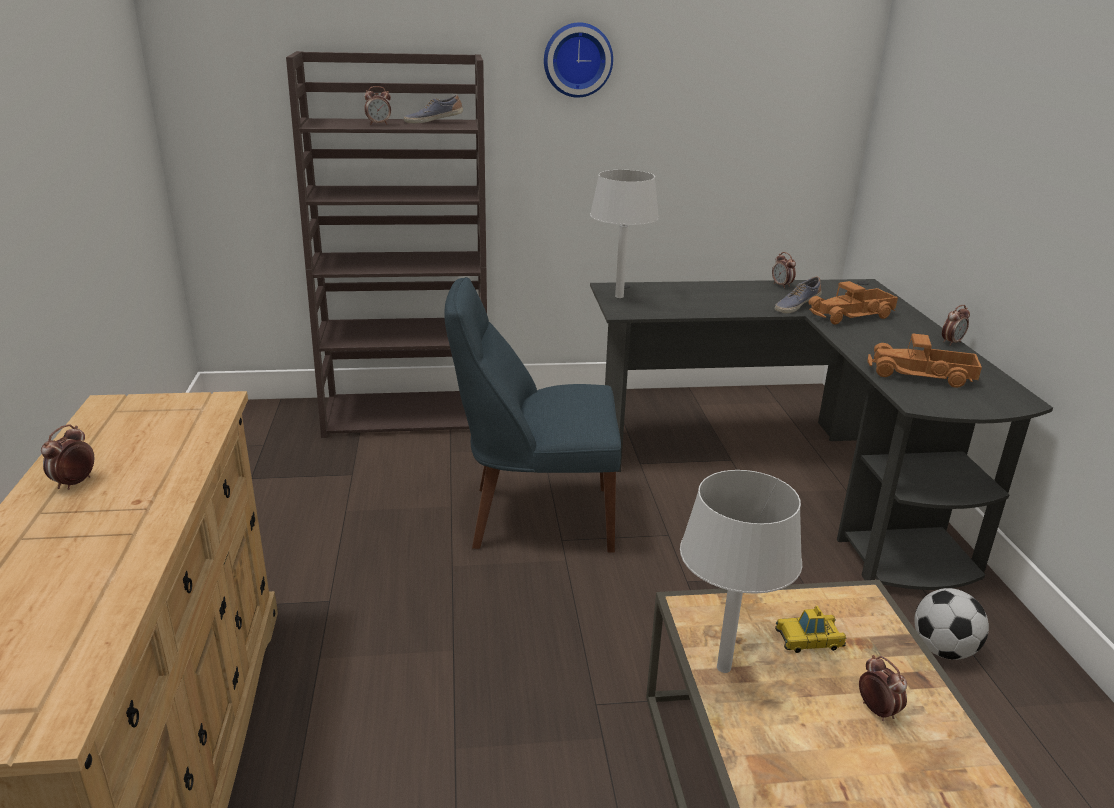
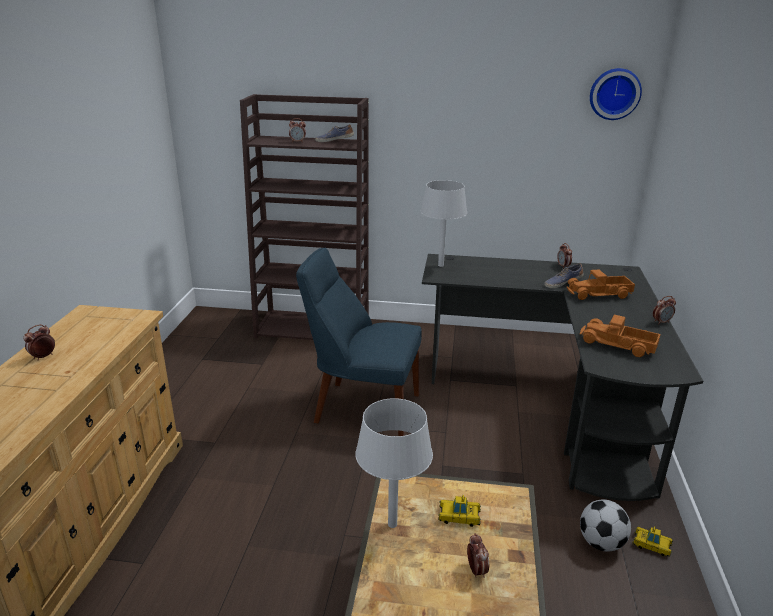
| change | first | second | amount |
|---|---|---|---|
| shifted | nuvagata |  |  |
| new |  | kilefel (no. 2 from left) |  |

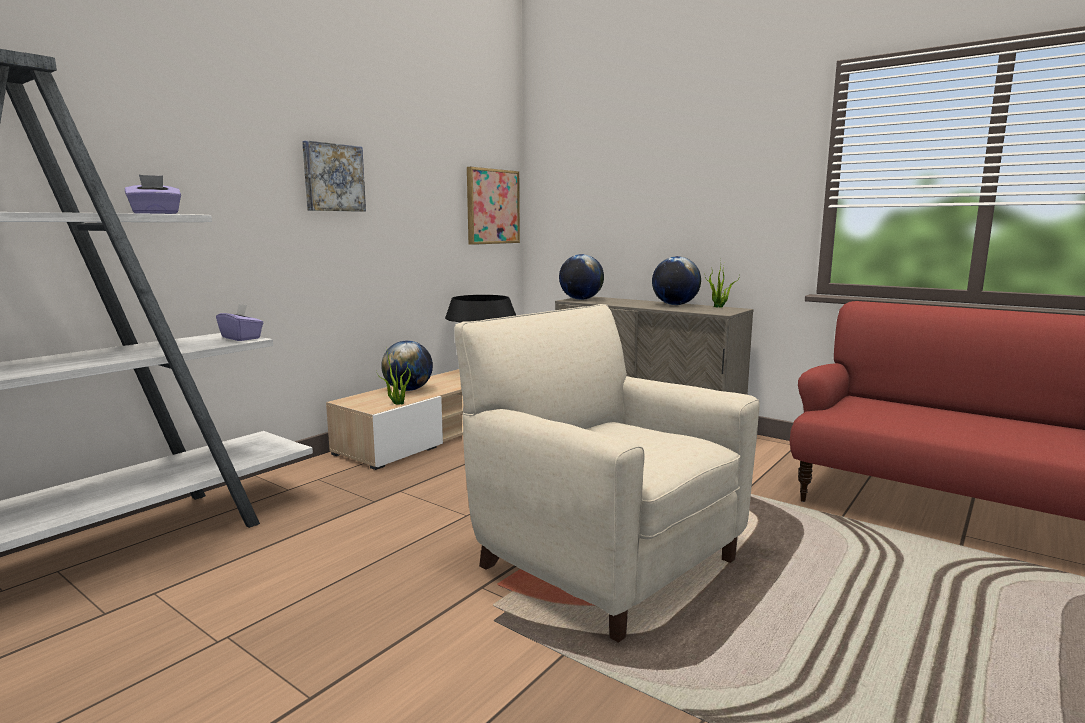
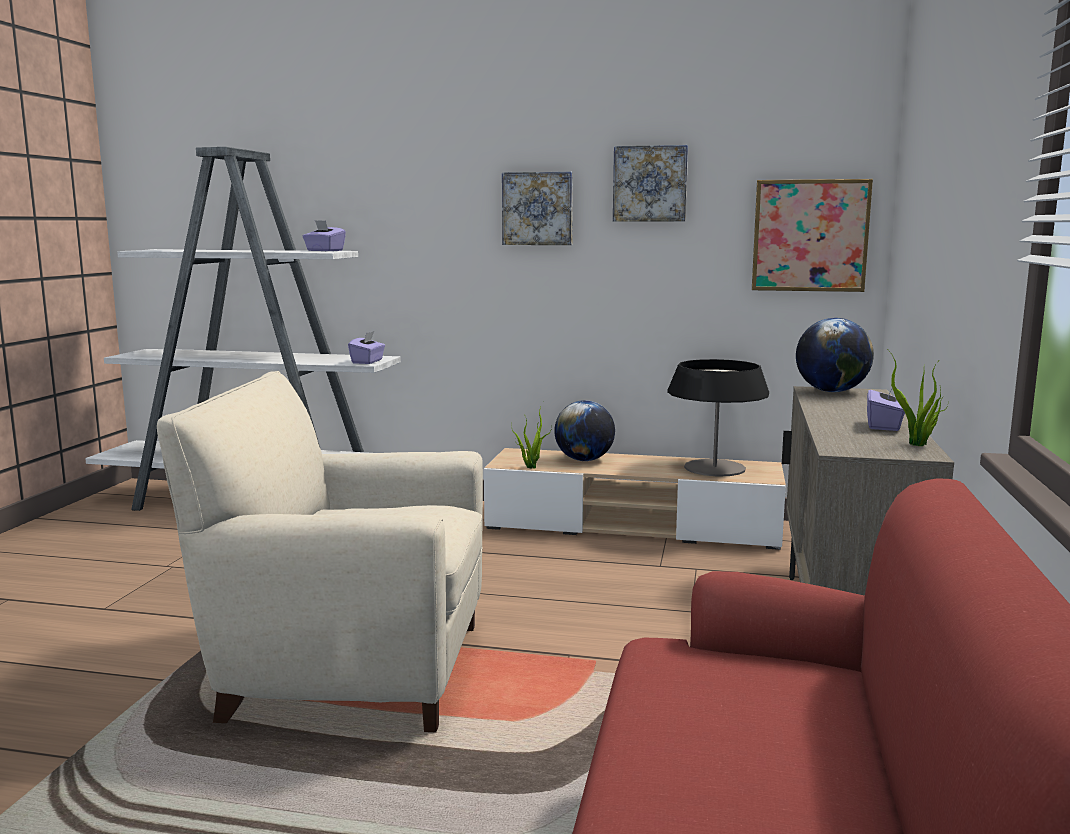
| change | first | second | amount |
|---|---|---|---|
| rotated | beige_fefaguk |  | 105 degrees counterclockwise |
| swapped | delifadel (no. 3 from left) | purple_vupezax (no. 3 from left) |  |
| new |  | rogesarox (no. 2 from left) |  |

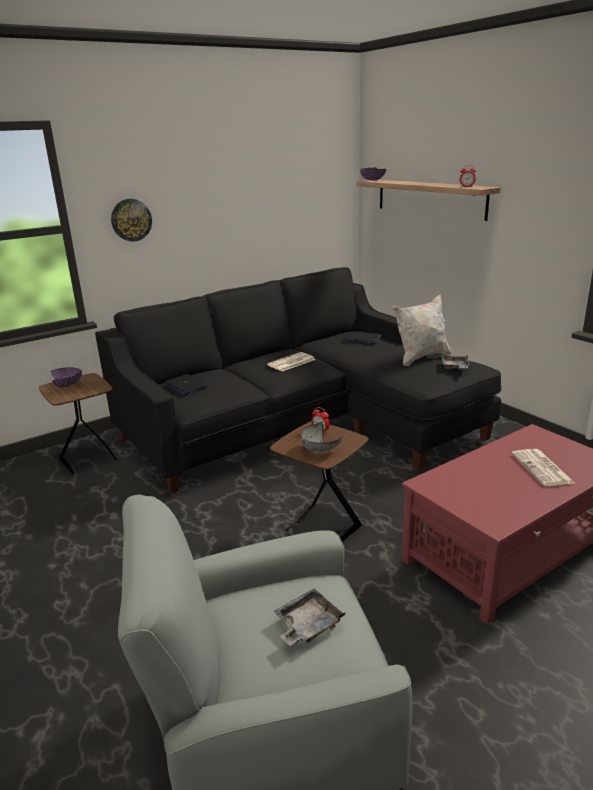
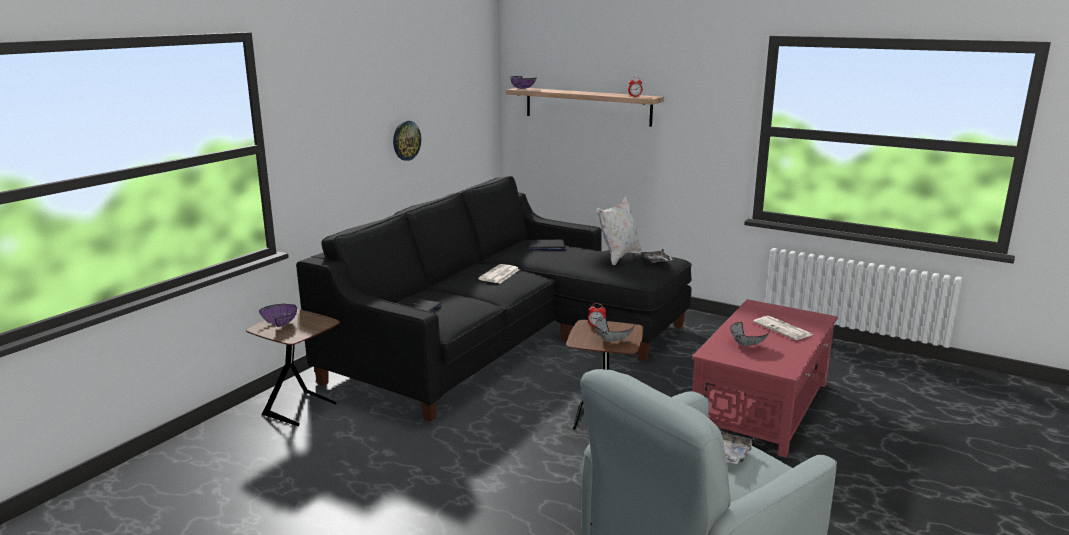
| change | first | second | amount |
|---|---|---|---|
| shifted | nuvagata |  |  |
| new |  | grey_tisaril (no. 2 from left) |  |

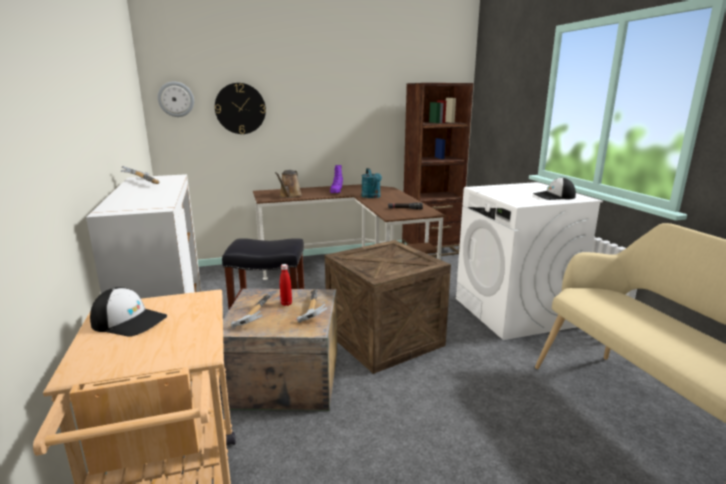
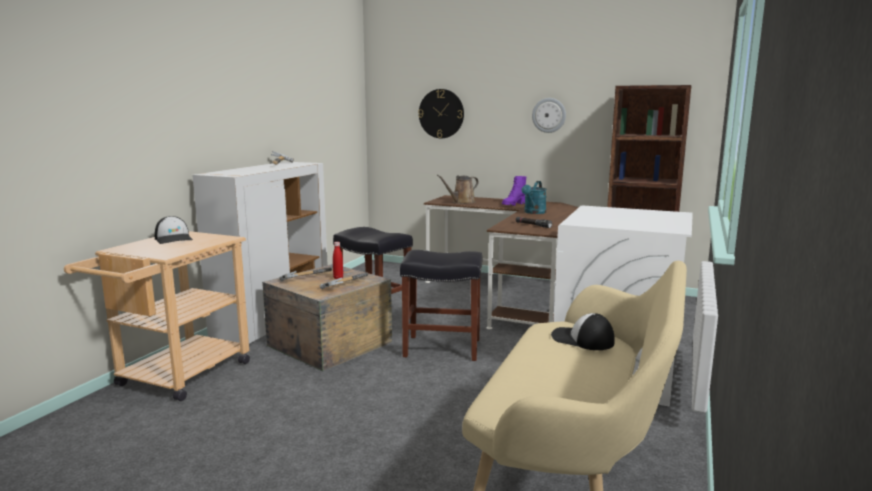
| change | first | second | amount |
|---|---|---|---|
| shifted | nuvagata (no. 1 from left in the first image) | nuvagata (no. 2 from left) |  |
| swapped | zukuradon (no. 2 from left) | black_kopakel (no. 2 from left) |  |
| shifted | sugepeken (no. 2 from left) |  |  |

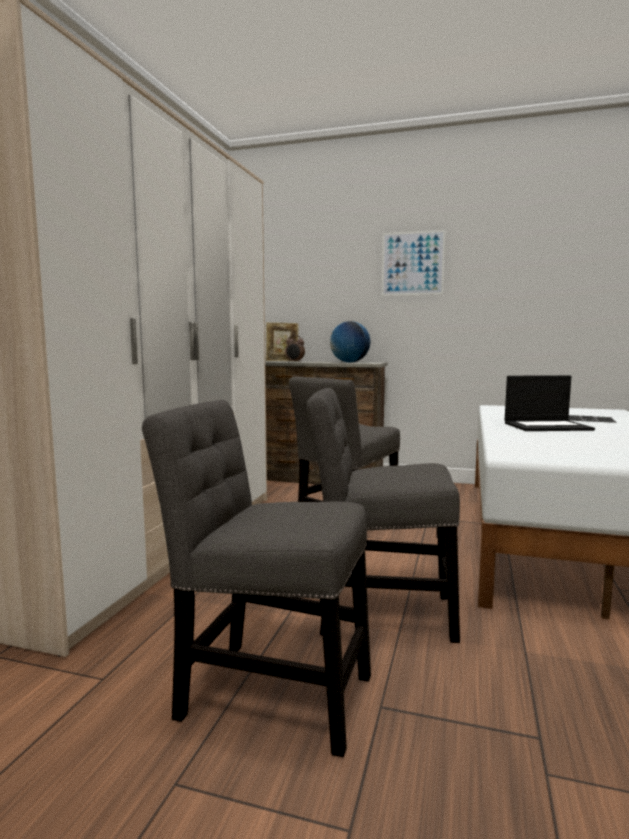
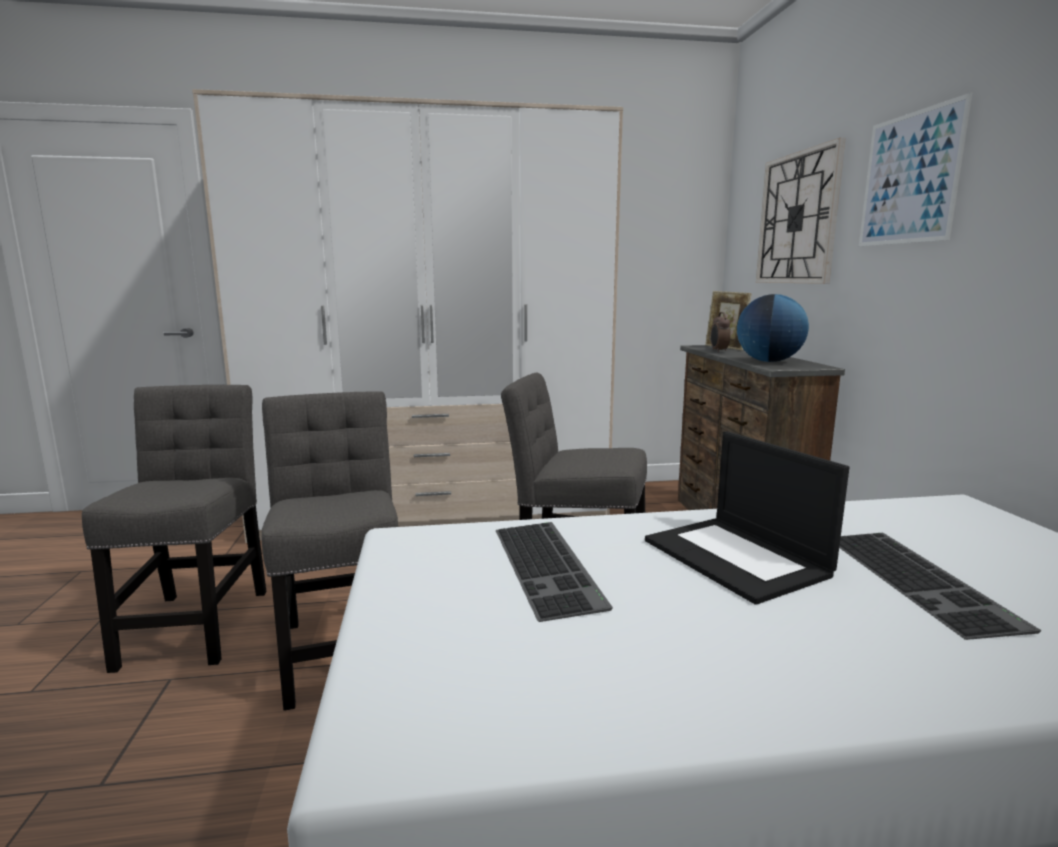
| change | first | second | amount |
|---|---|---|---|
| new |  | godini (no. 1 from left) |  |
| new |  | nuvagata |  |

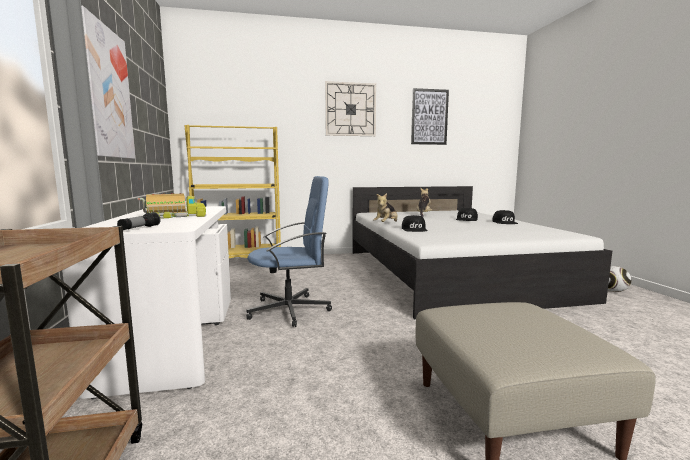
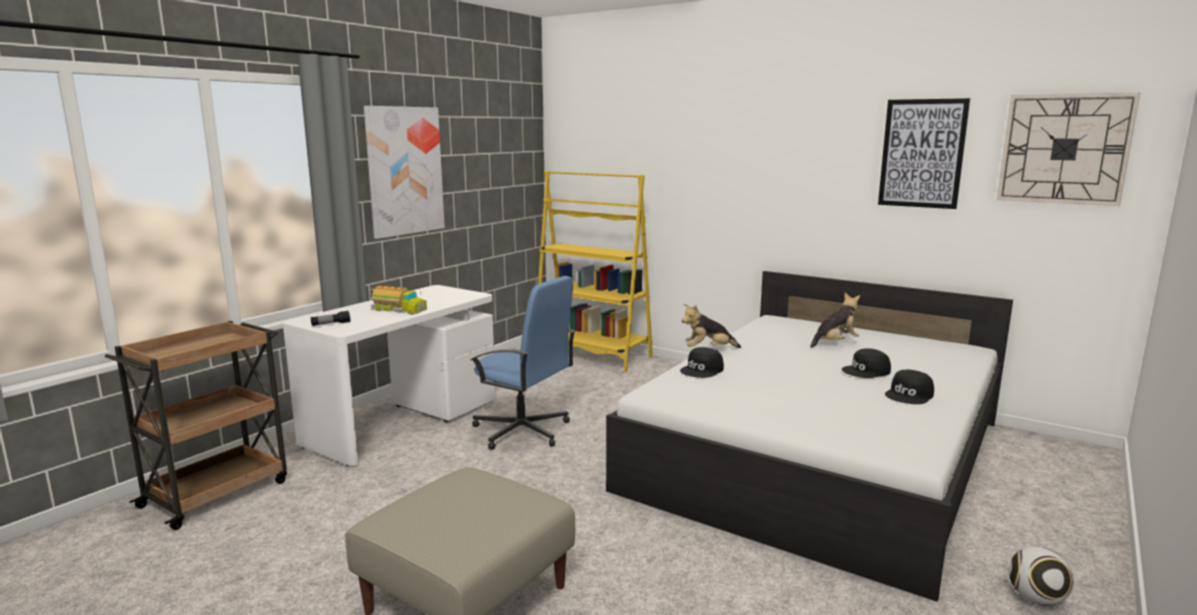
| change | first | second | amount |
|---|---|---|---|
| shifted | nuvagata |  |  |

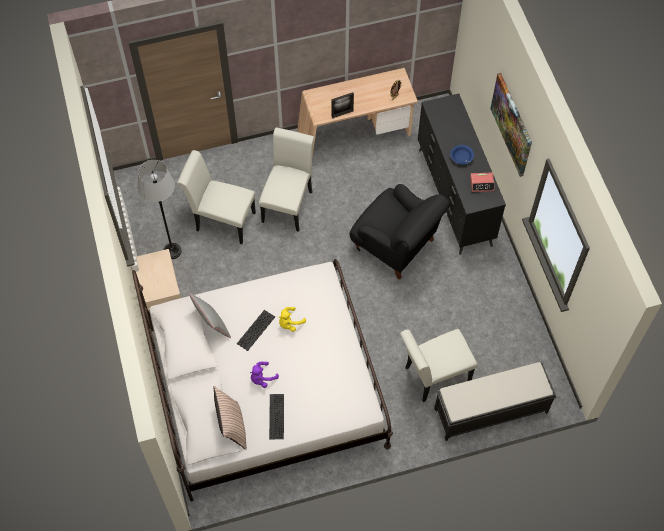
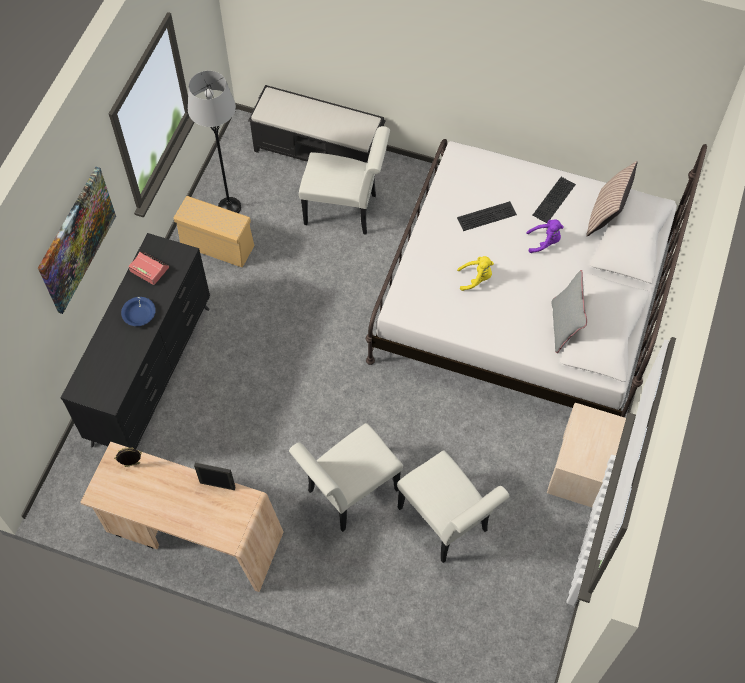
| change | first | second | amount |
|---|---|---|---|
| shifted | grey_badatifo |  |  |
| shifted | godini (no. 1 from left) |  |  |
| gone | black_fefaguk |  |  |
| new |  | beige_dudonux |  |

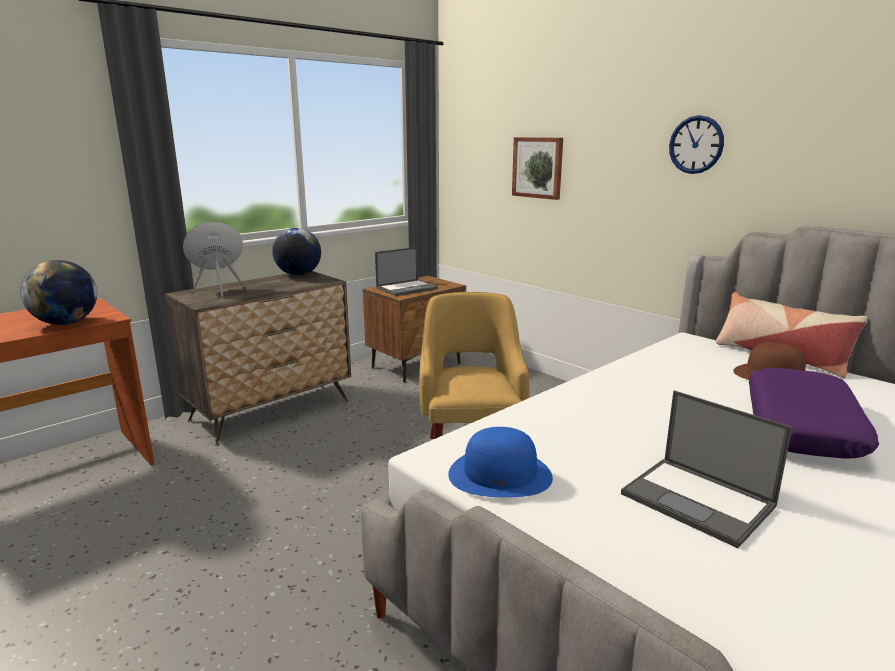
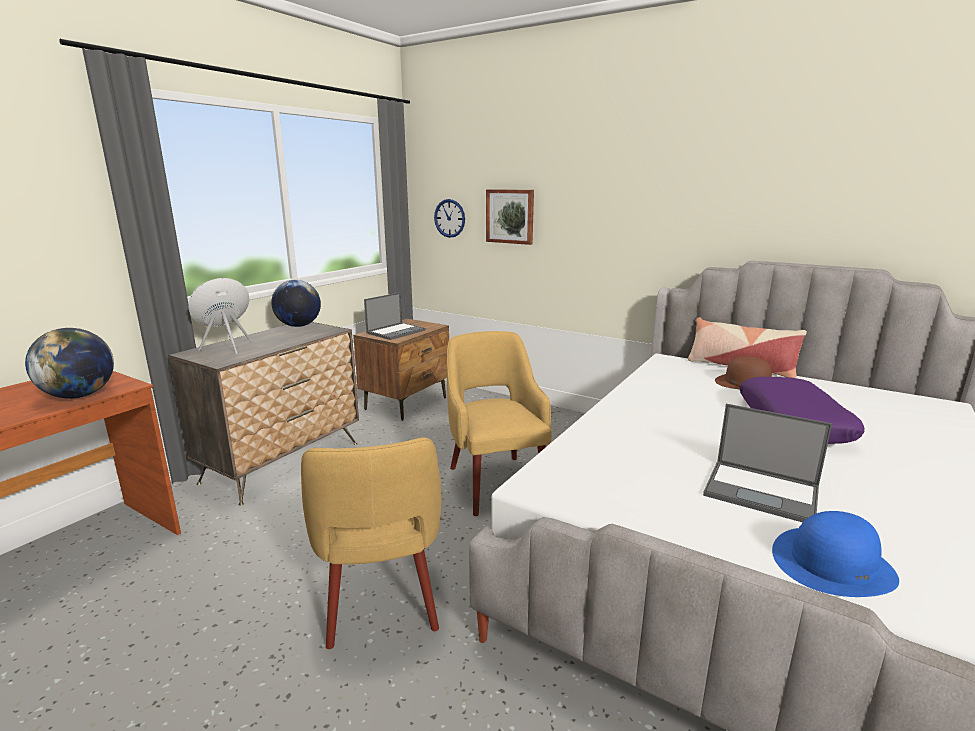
| change | first | second | amount |
|---|---|---|---|
| shifted | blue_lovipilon |  |  |
| shifted | nuvagata |  |  |
| new |  | yellow_fefaguk (no. 1 from left) |  |

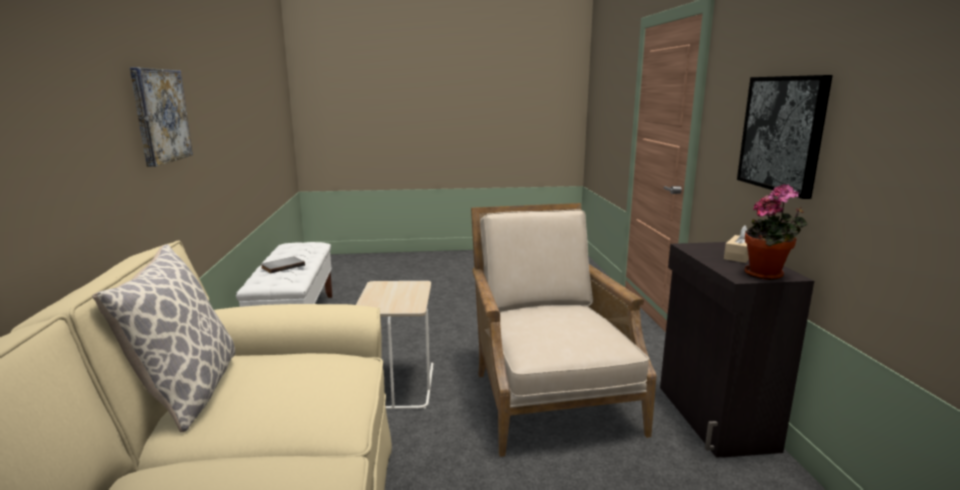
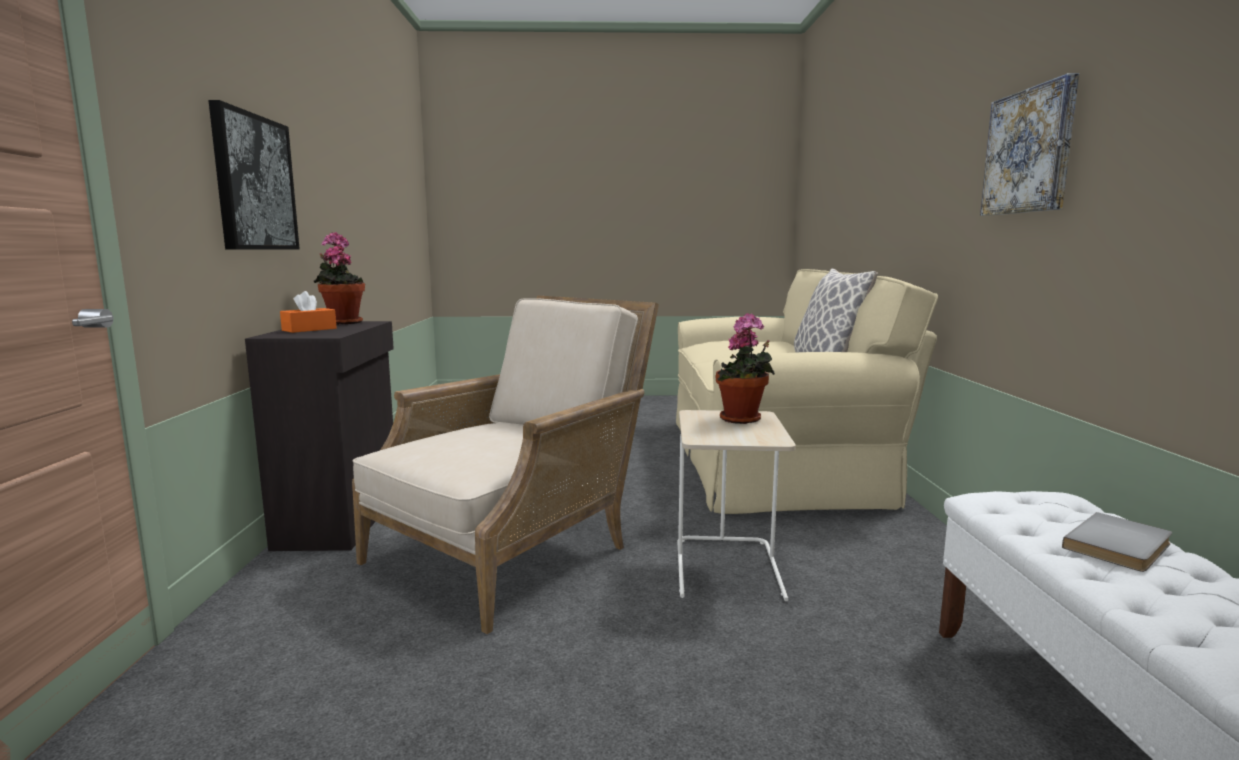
| change | first | second | amount |
|---|---|---|---|
| rotated | beige_fefaguk |  | 135 degrees counterclockwise |
| repainted | beige_vupezax | orange_vupezax |  |
| new |  | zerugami (no. 2 from left) |  |

